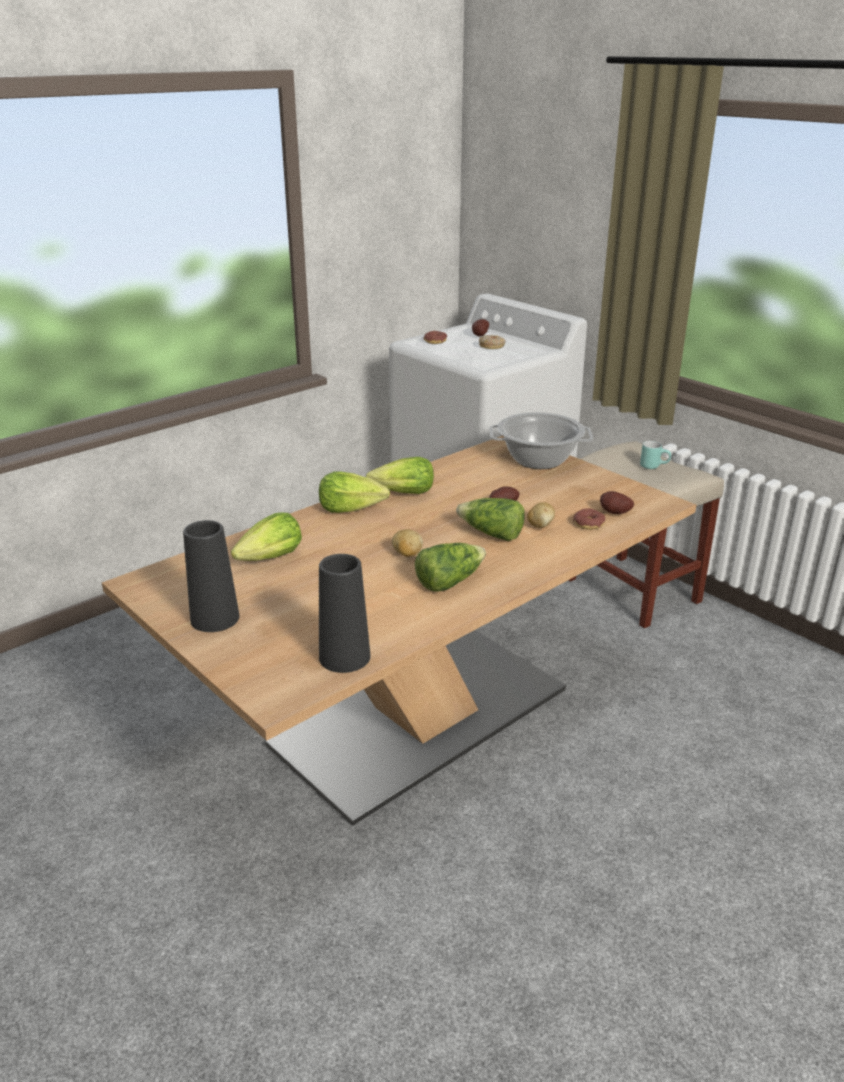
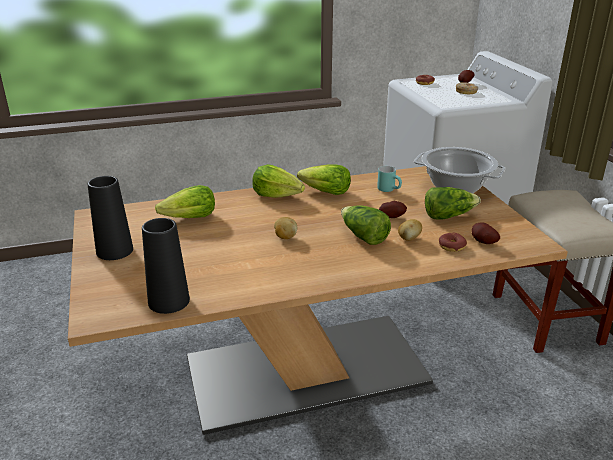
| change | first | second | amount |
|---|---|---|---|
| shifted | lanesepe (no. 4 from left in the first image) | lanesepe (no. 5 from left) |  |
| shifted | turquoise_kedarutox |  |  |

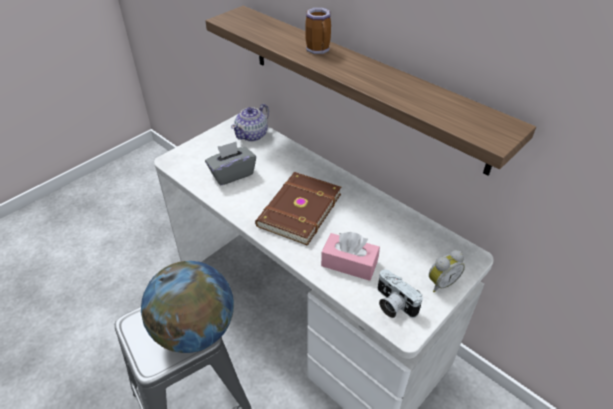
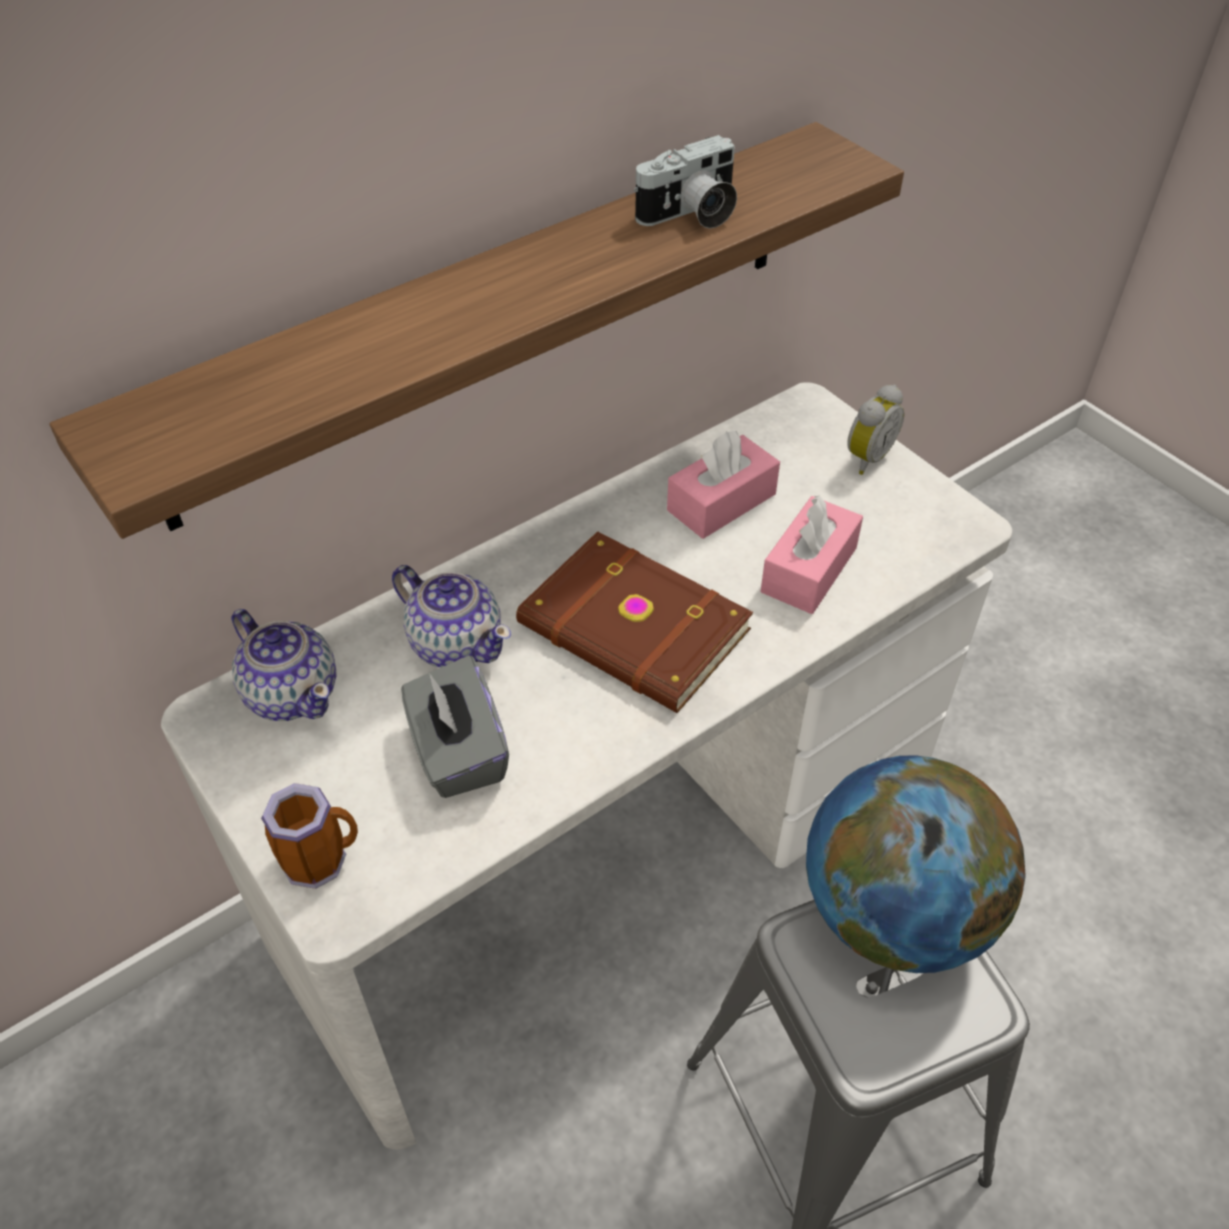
| change | first | second | amount |
|---|---|---|---|
| shifted | kedarutox |  |  |
| shifted | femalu |  |  |
| rotated | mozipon |  | 60 degrees clockwise |
| new |  | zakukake (no. 2 from left) |  |
| new |  | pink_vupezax (no. 1 from left) |  |

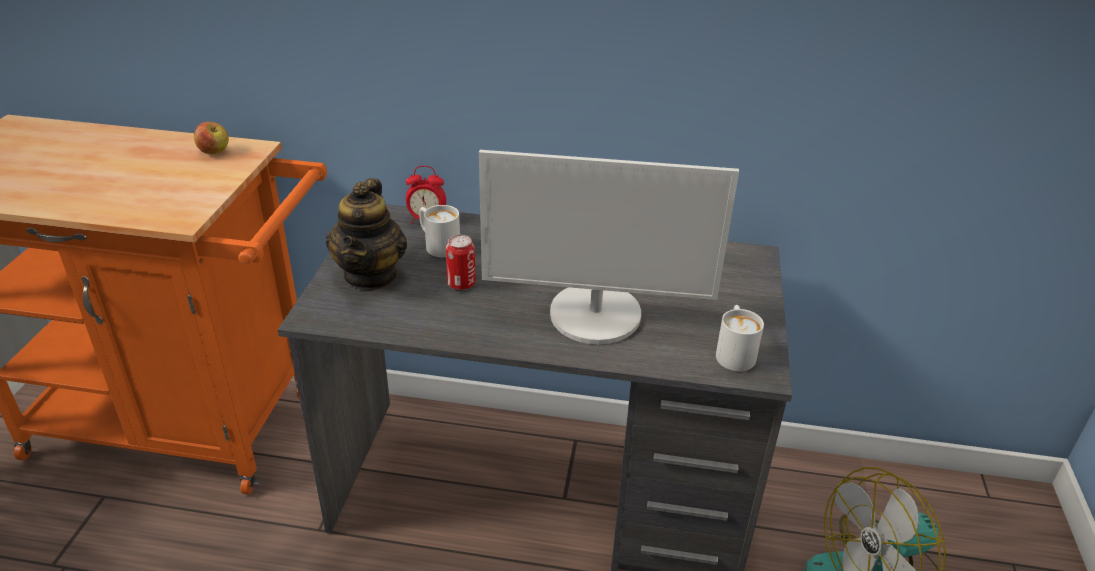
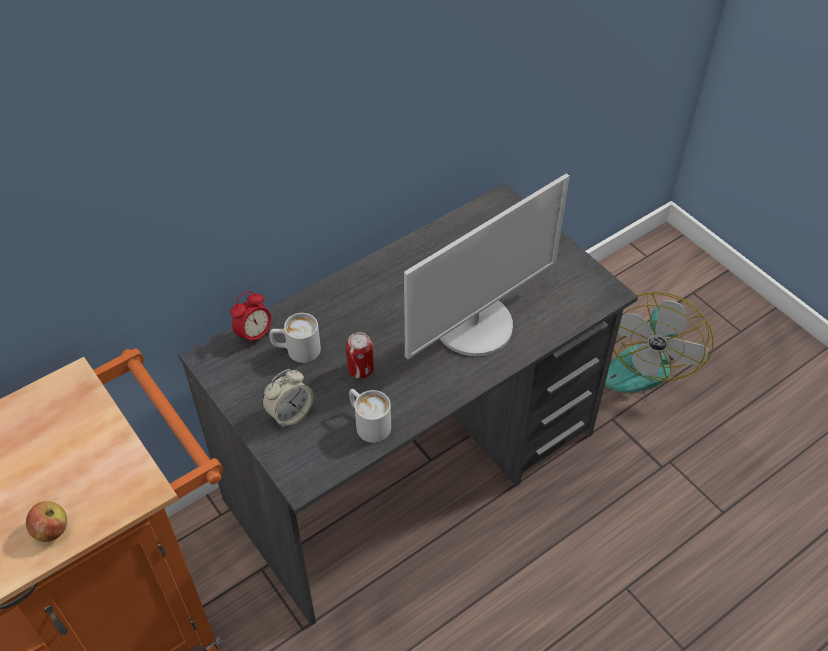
| change | first | second | amount |
|---|---|---|---|
| shifted | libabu |  |  |
| swapped | zakukake | mozipon (no. 2 from left) |  |
| shifted | white_kedarutox (no. 2 from left) |  |  |

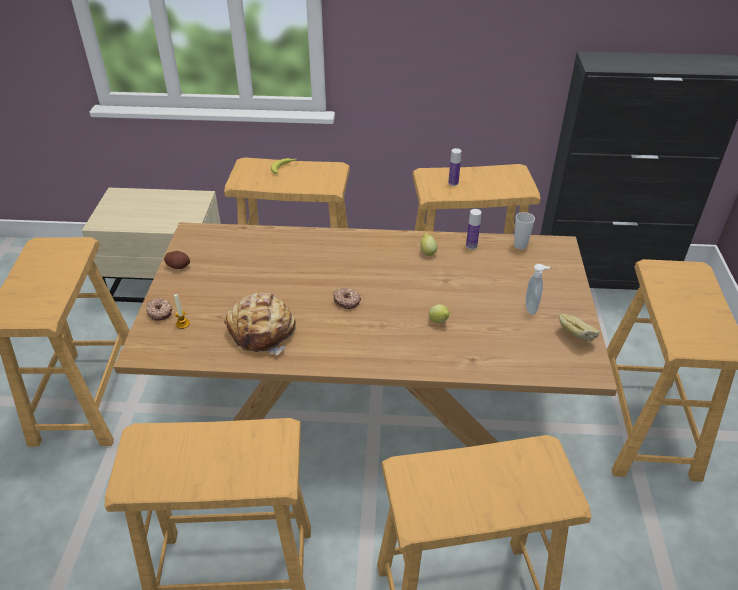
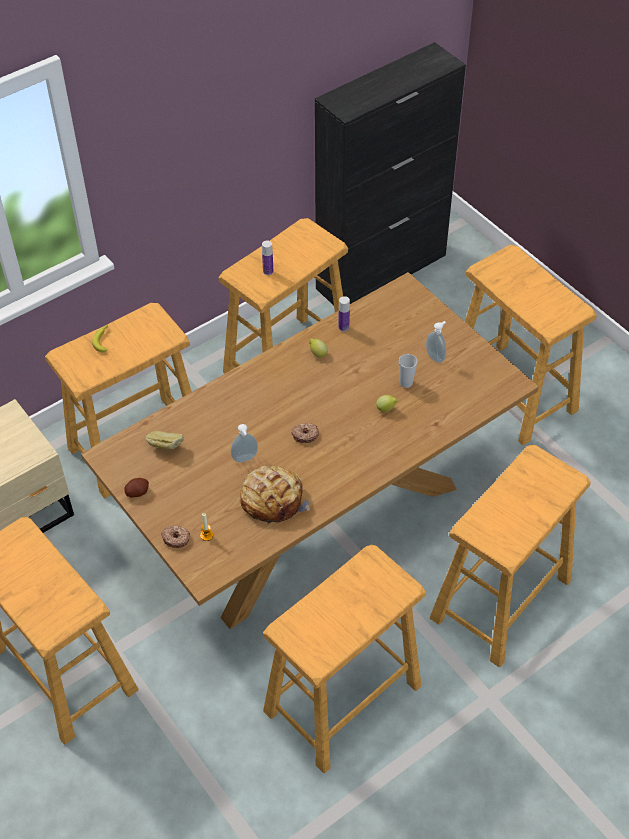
| change | first | second | amount |
|---|---|---|---|
| shifted | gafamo |  |  |
| shifted | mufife (no. 2 from left in the first image) | mufife (no. 1 from left) |  |
| new |  | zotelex (no. 1 from left) |  |

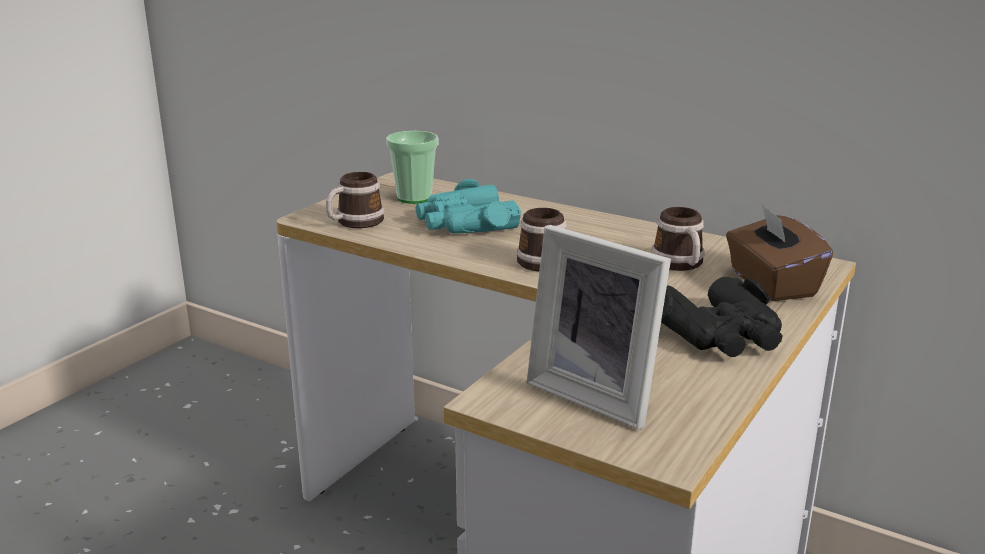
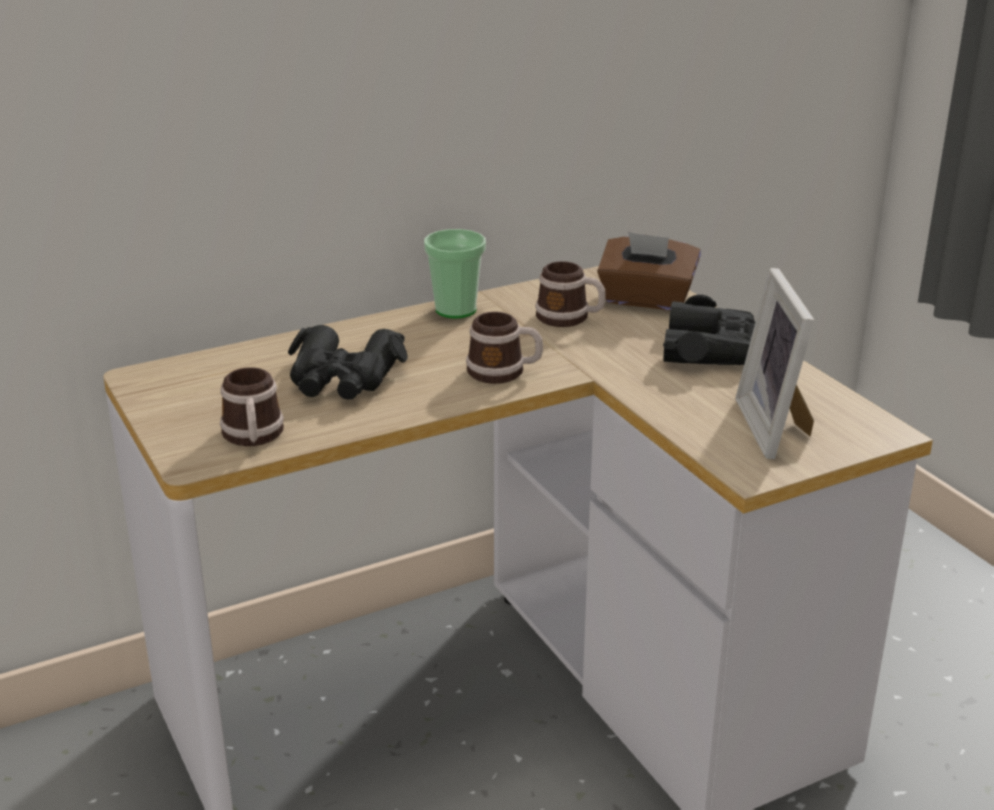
| change | first | second | amount |
|---|---|---|---|
| shifted | gafamo |  |  |
| repainted | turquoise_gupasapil | black_gupasapil (no. 1 from left) |  |
| rotated | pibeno |  | 105 degrees clockwise |

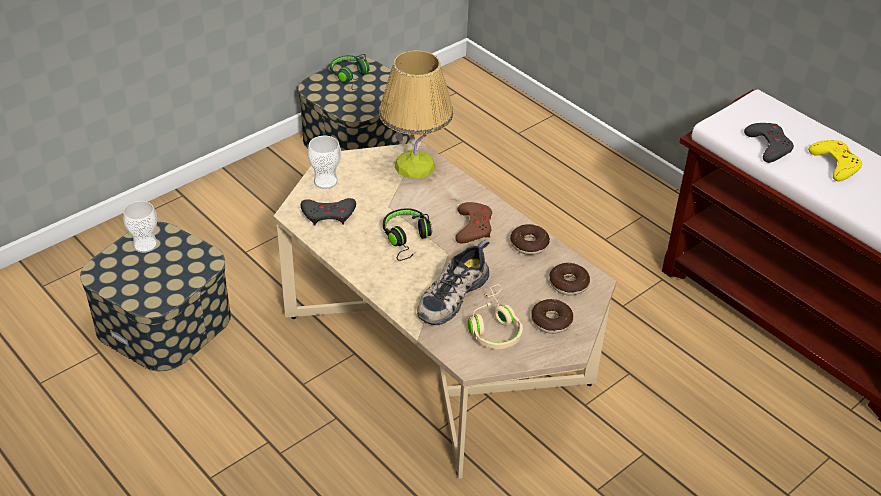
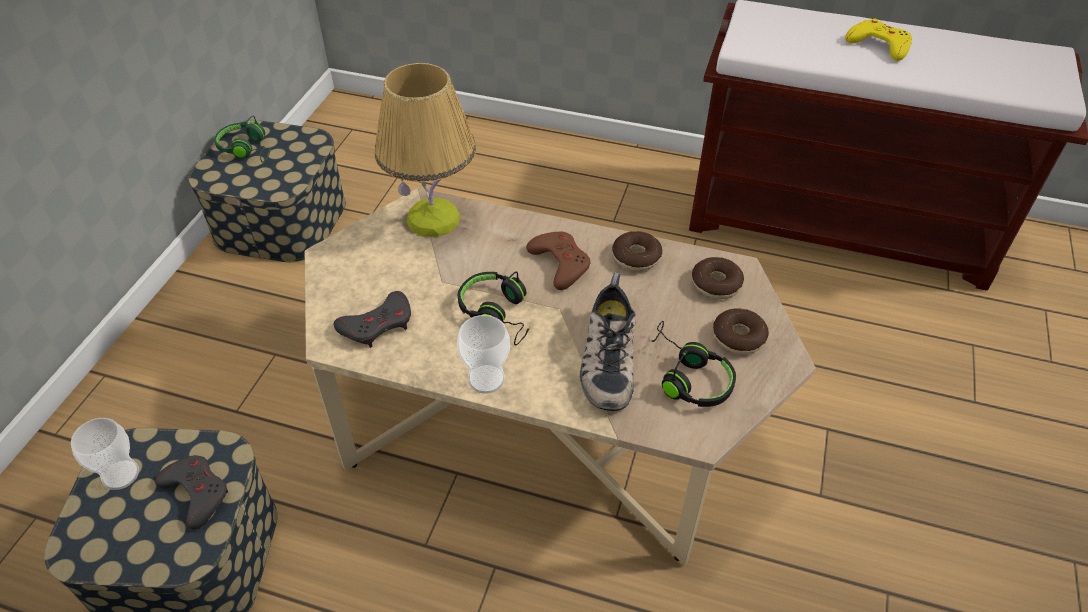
| change | first | second | amount |
|---|---|---|---|
| shifted | gafamo (no. 2 from left) |  |  |
| repainted | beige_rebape | black_rebape (no. 2 from left) |  |
| shifted | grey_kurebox (no. 2 from left in the first image) | grey_kurebox (no. 1 from left) |  |

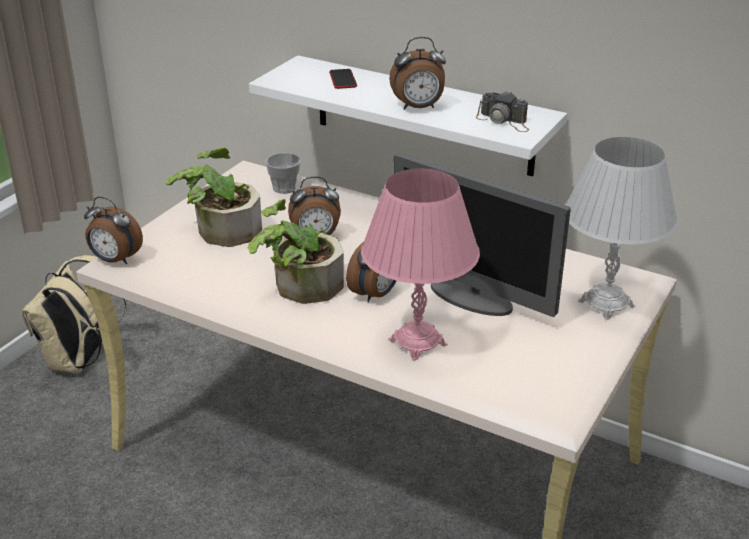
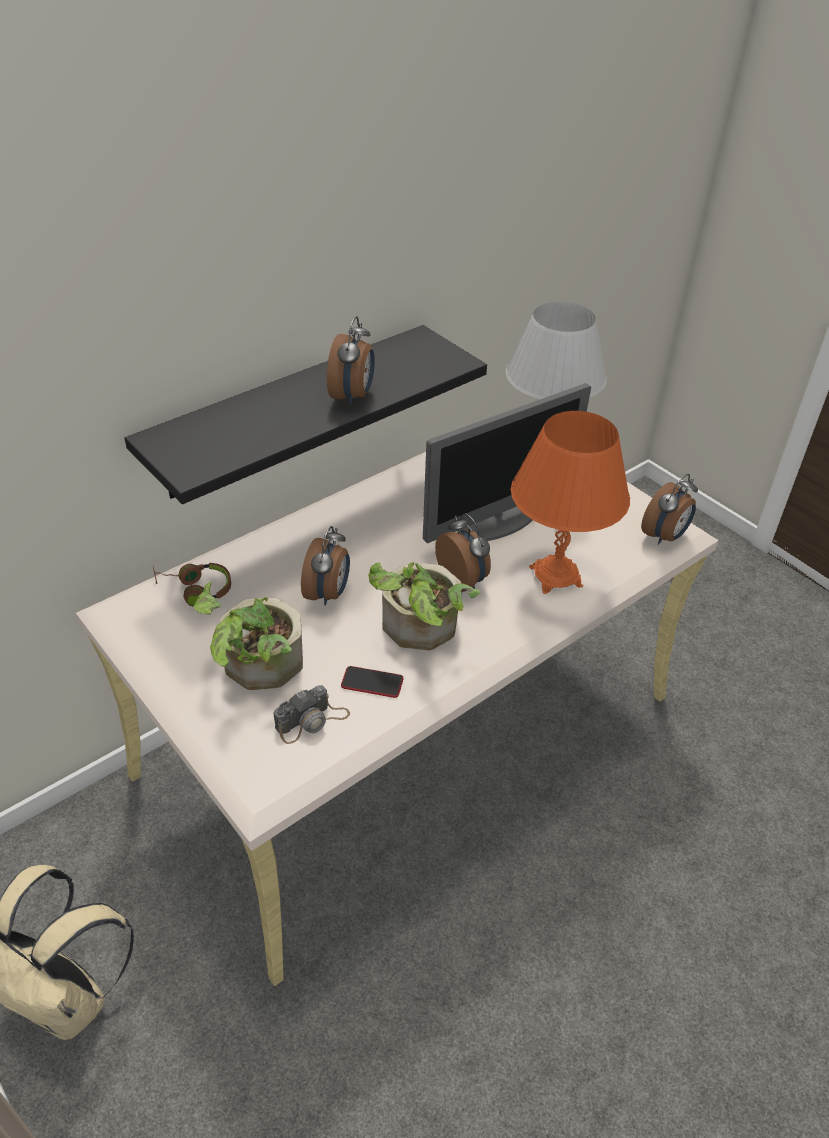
| change | first | second | amount |
|---|---|---|---|
| shifted | mozipon (no. 1 from left in the first image) | mozipon (no. 4 from left) |  |
| repainted | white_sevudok | black_sevudok |  |
| swapped | gafamo | brown_rebape |  |
| shifted | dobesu |  |  |
| repainted | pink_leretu | orange_leretu |  |
| shifted | femalu |  |  |

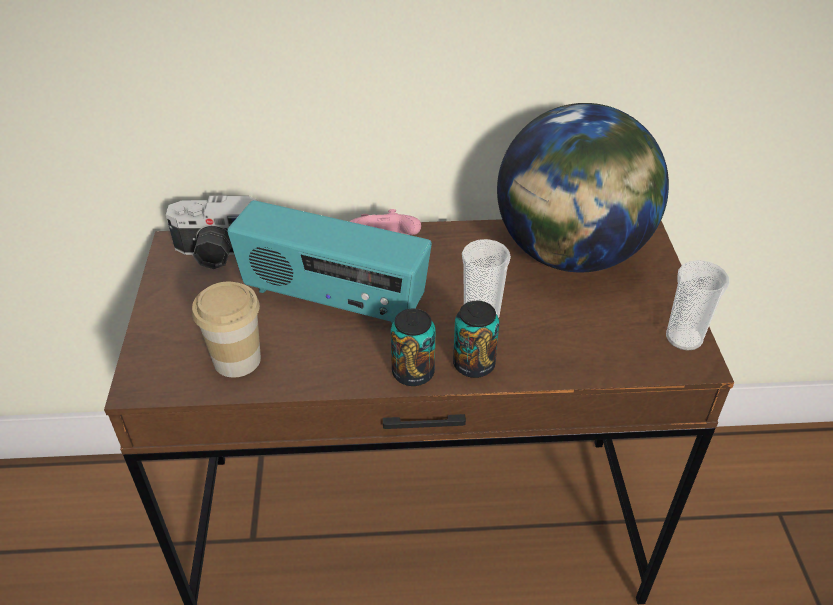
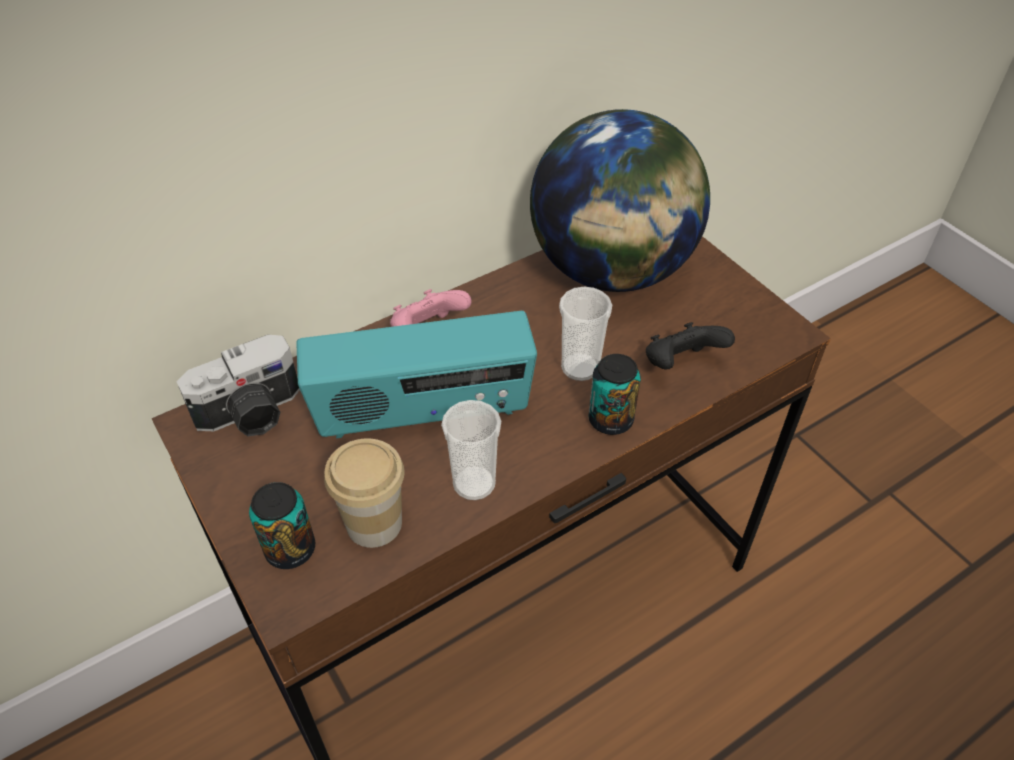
| change | first | second | amount |
|---|---|---|---|
| shifted | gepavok (no. 1 from left) |  |  |
| shifted | gafamo (no. 3 from left in the first image) | gafamo (no. 2 from left) |  |
| new |  | black_kurebox |  |

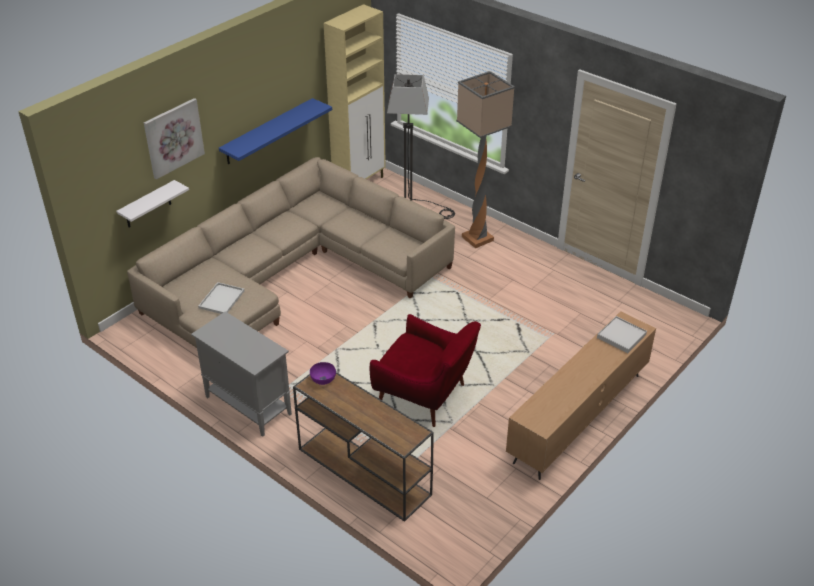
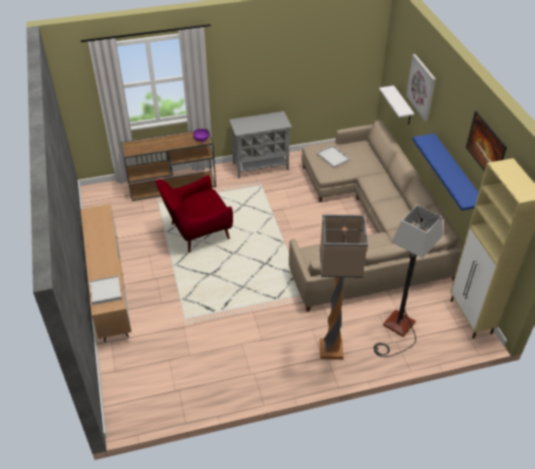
| change | first | second | amount |
|---|---|---|---|
| new |  | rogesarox (no. 2 from left) |  |

